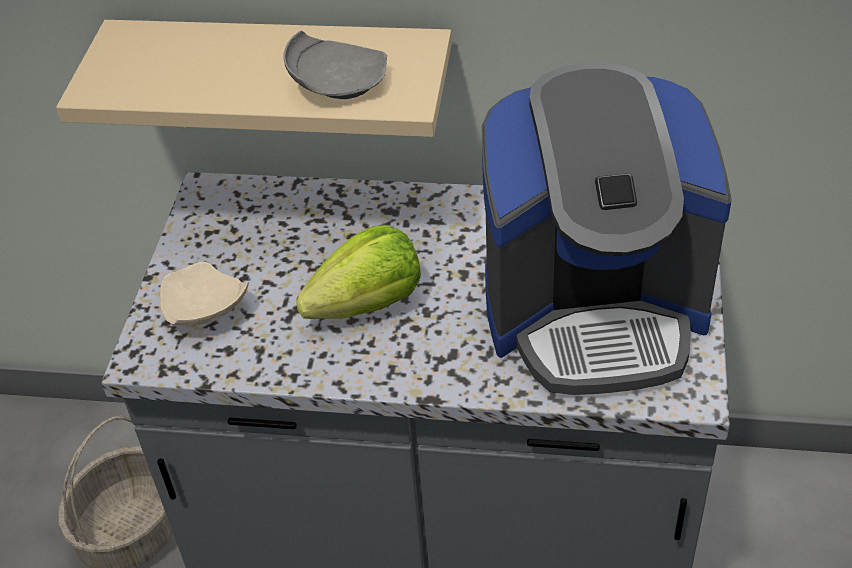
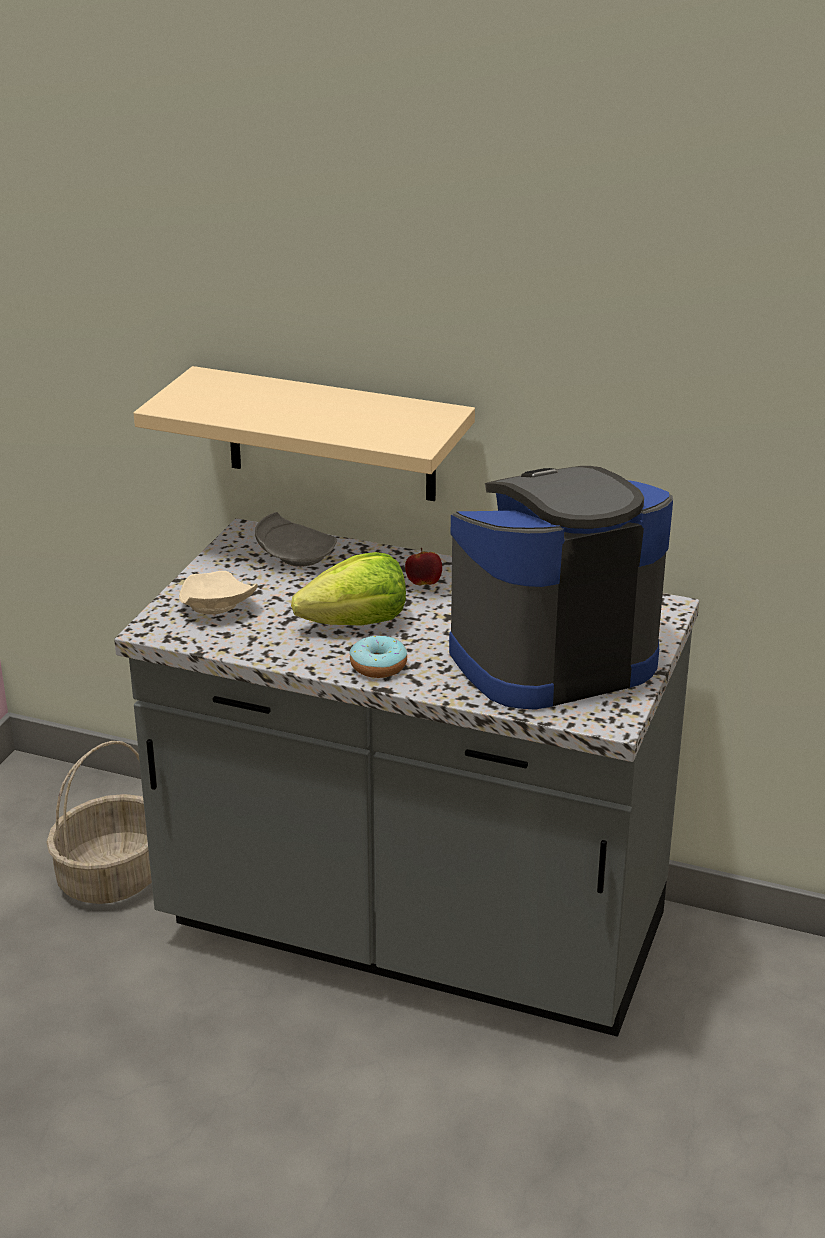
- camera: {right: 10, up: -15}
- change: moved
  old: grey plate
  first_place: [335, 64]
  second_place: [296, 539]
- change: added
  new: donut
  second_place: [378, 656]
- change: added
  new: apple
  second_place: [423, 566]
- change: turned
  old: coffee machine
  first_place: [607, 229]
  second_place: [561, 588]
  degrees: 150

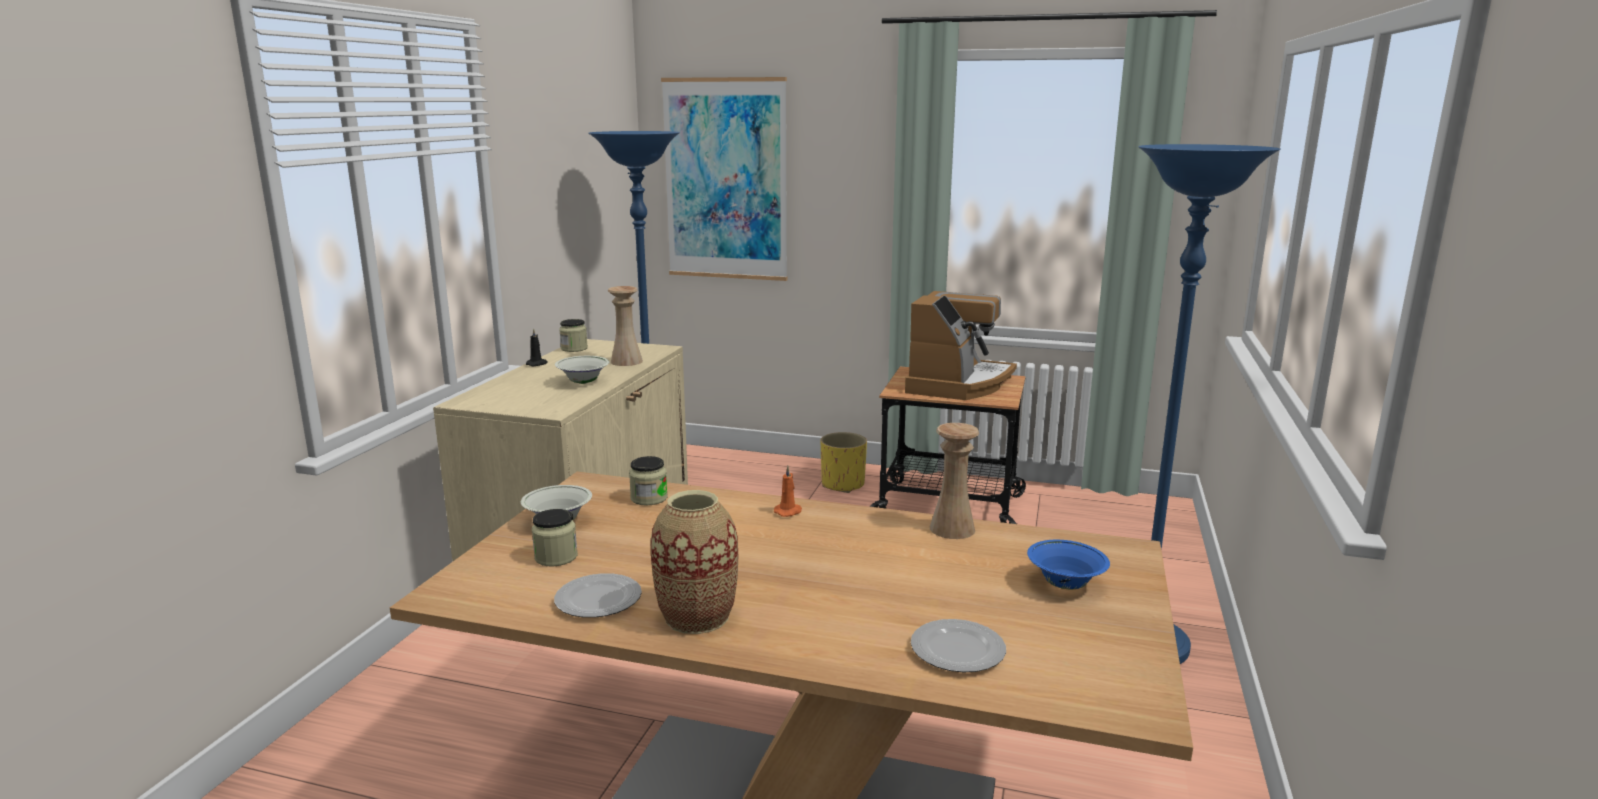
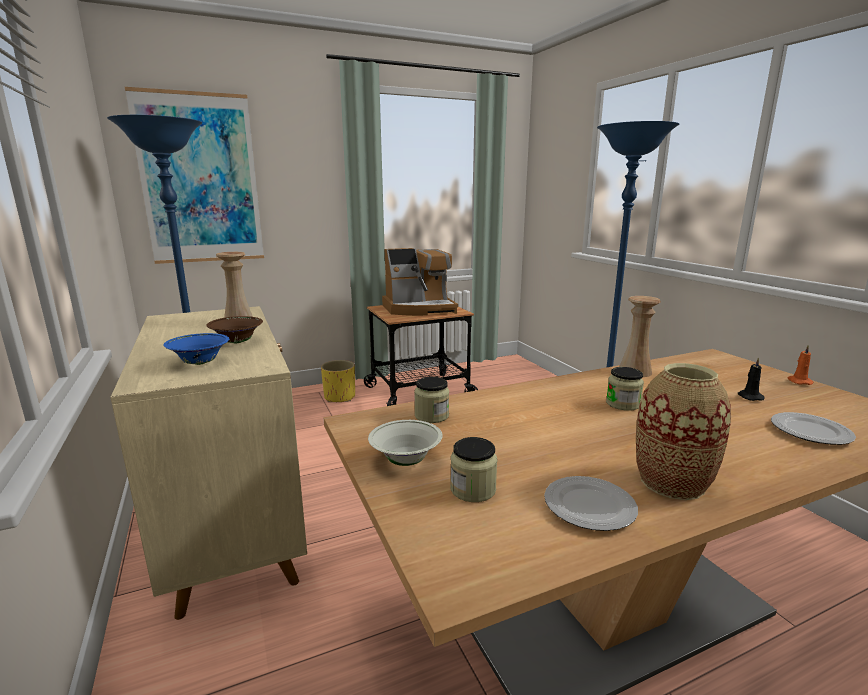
- camera: {right: -40, up: 0}
- change: moved
  old: blue bowl
  first_place: [1068, 564]
  second_place: [196, 349]
- change: recoloured
  old: white bowl
  new: brown bowl
  first_place: [582, 370]
  second_place: [234, 329]
- change: turned
  old: coffee machine
  first_place: [961, 345]
  second_place: [420, 282]
  degrees: 90
- change: moved
  old: jar
  first_place: [573, 335]
  second_place: [625, 389]
- change: moved
  old: black candle
  first_place: [537, 347]
  second_place: [751, 379]
- change: moved
  old: orange candle
  first_place: [788, 491]
  second_place: [800, 365]

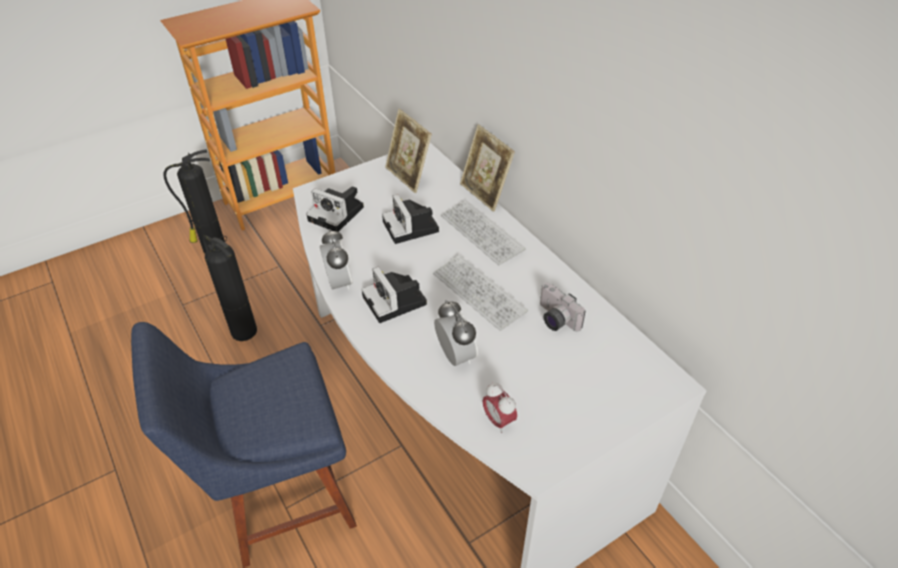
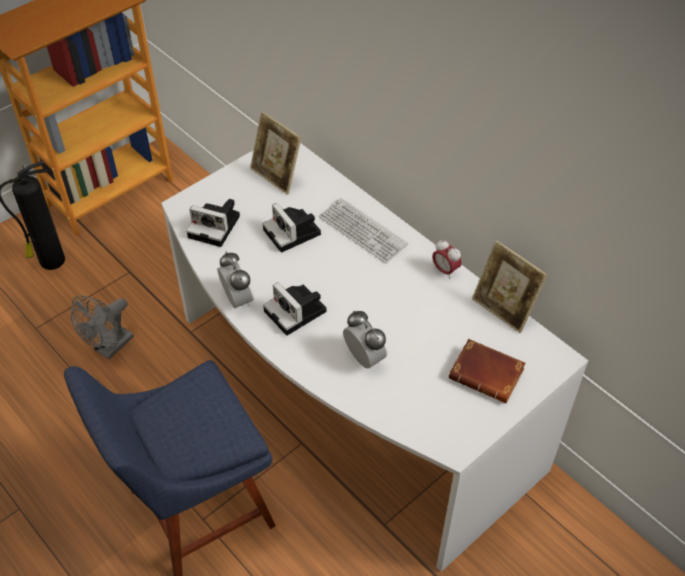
- camera: {right: -10, up: 5}
- change: replaced
  old: fire extinguisher
  new: grey fan
  first_place: [230, 288]
  second_place: [102, 327]
- change: moved
  old: alarm clock
  first_place: [500, 408]
  second_place: [447, 259]
- change: added
  new: brown book
  second_place: [487, 371]
- change: moved
  old: picture frame
  first_place: [487, 168]
  second_place: [510, 286]
- change: removed
  old: keyboard
  first_place: [480, 293]
- change: removed
  old: photo camera
  first_place: [562, 306]

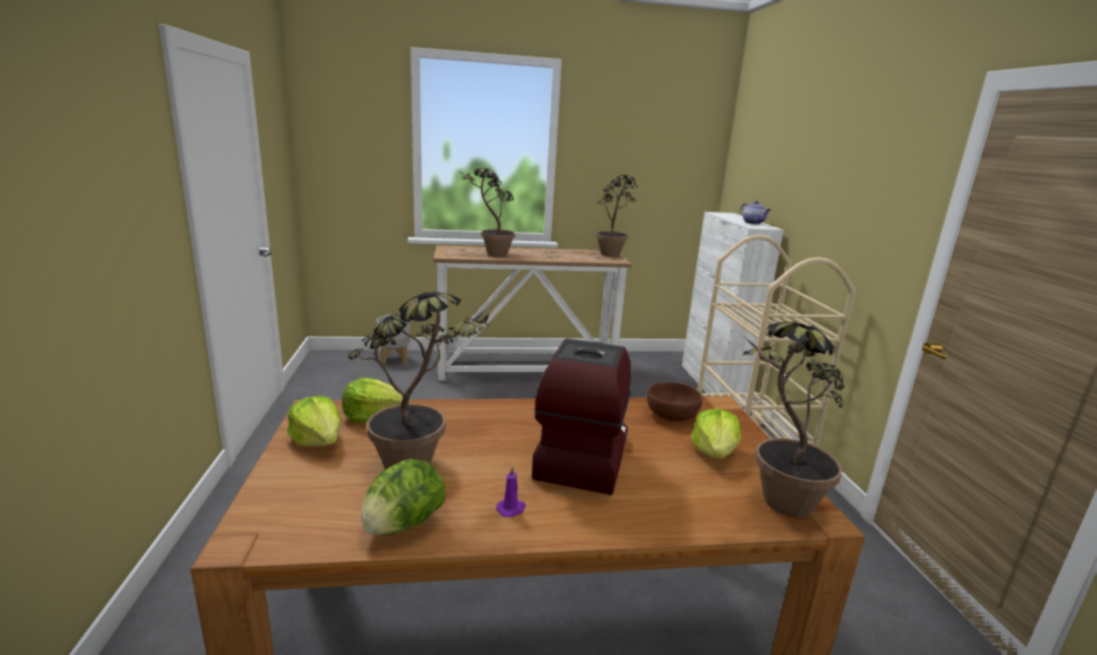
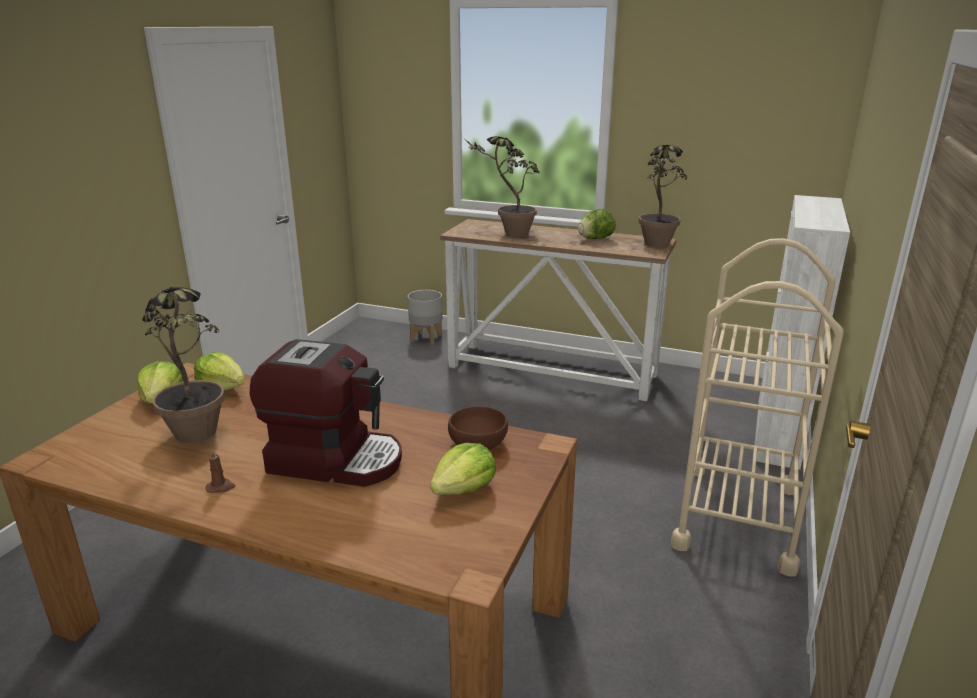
- camera: {right: 30, up: 5}
- change: recoloured
  old: purple candle
  new: brown candle
  first_place: [511, 491]
  second_place: [220, 471]
- change: turned
  old: coffee machine
  first_place: [581, 417]
  second_place: [326, 413]
  degrees: 60
- change: moved
  old: lettuce
  first_place: [403, 497]
  second_place: [597, 224]
- change: removed
  old: teapot
  first_place: [755, 212]
- change: removed
  old: potted plant
  first_place: [792, 420]

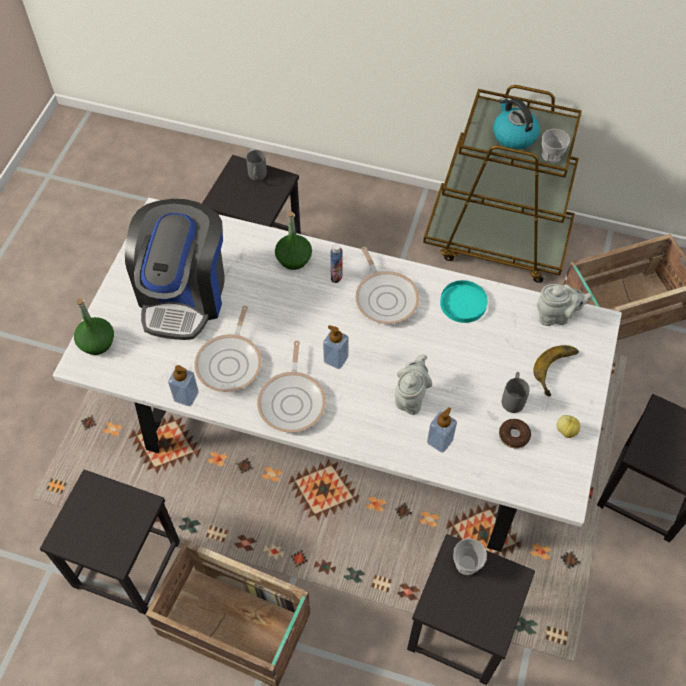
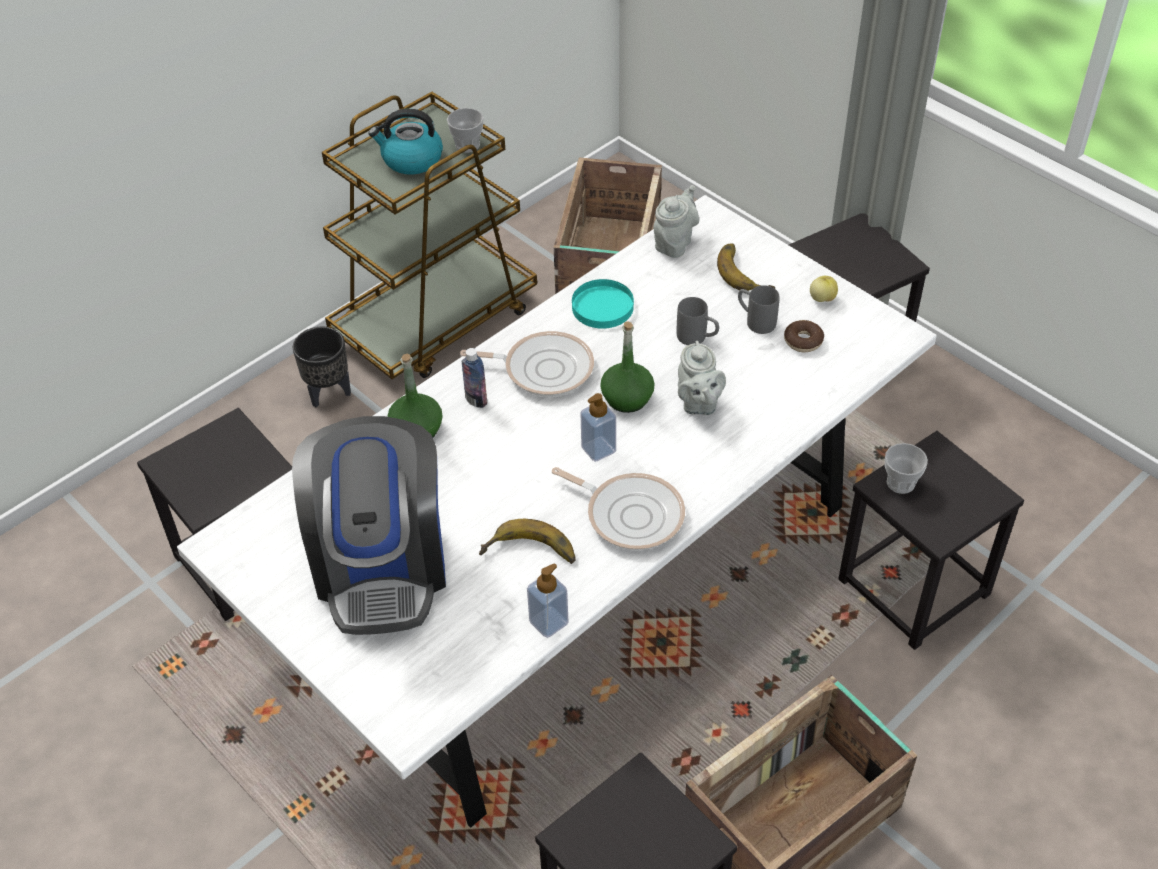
- camera: {right: -60, up: -10}
- change: turned
  old: coffee machine
  first_place: [174, 269]
  second_place: [369, 525]
  degrees: 45
- change: added
  new: black planter
  second_place: [322, 367]
- change: replaced
  old: frying pan
  new: banana
  first_place: [228, 349]
  second_place: [527, 541]
- change: moved
  old: green bottle
  first_place: [94, 326]
  second_place: [627, 367]
- change: moved
  old: grey mug
  first_place: [256, 165]
  second_place: [698, 321]
- change: turned
  old: grey teapot
  first_place: [413, 385]
  second_place: [702, 378]
  degrees: -150
- change: removed
  old: soap dispenser
  first_place: [442, 430]

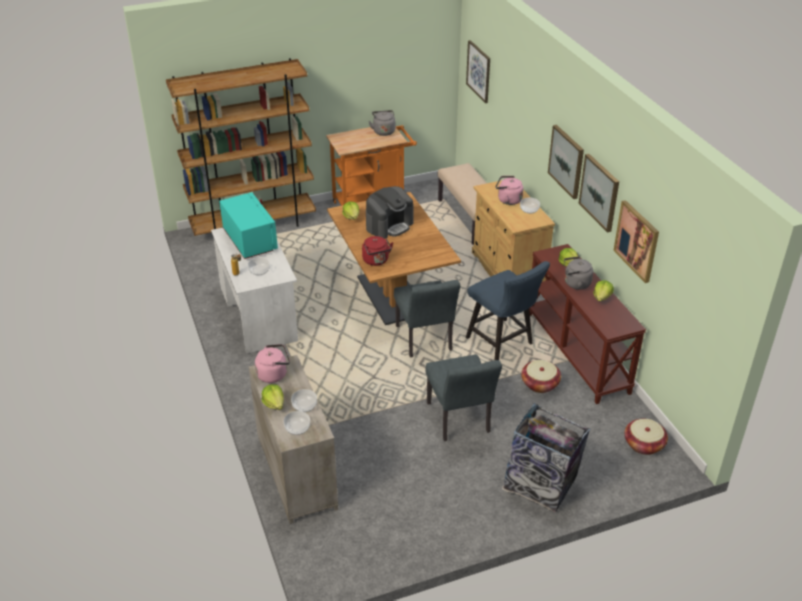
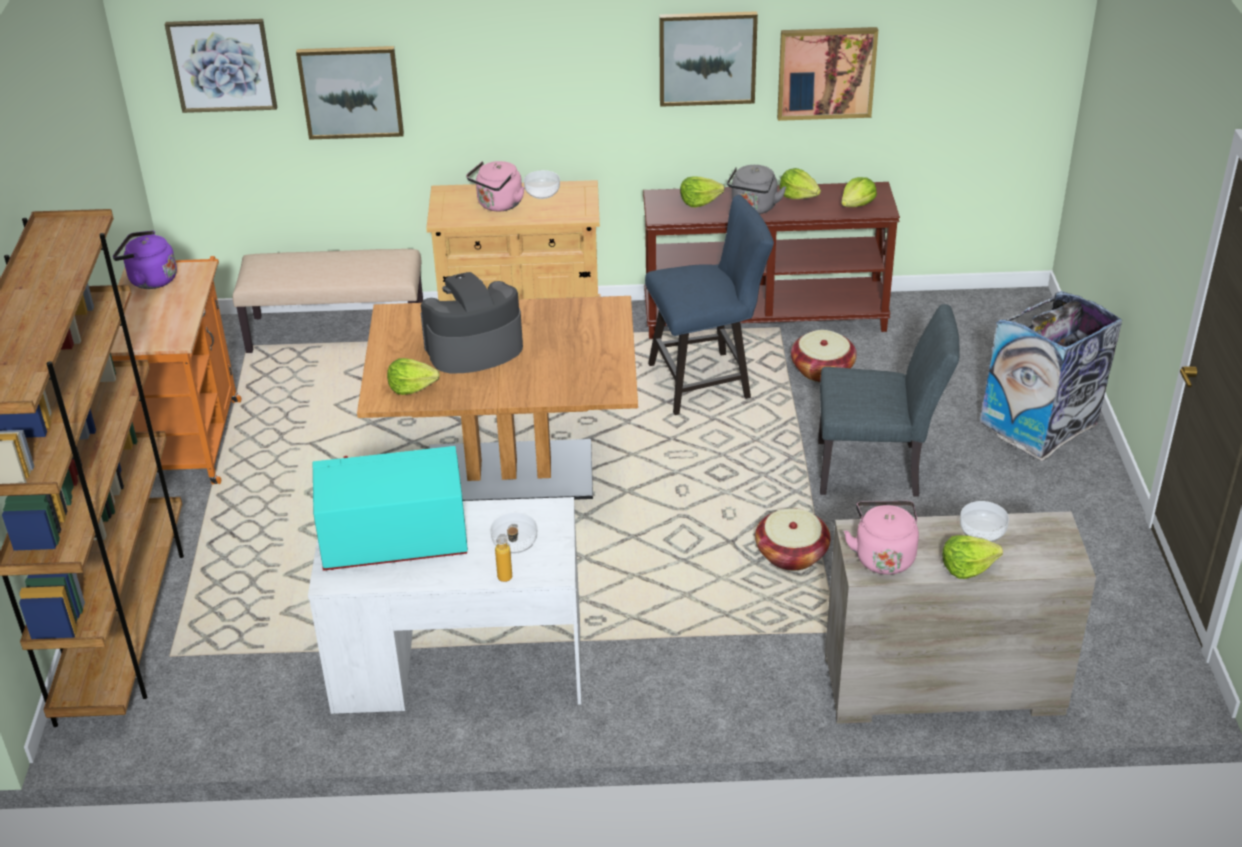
- camera: {right: -70, up: 0}
- change: recoloured
  old: grey kettle
  new: purple kettle
  first_place: [382, 123]
  second_place: [145, 259]
- change: moved
  old: picture
  first_place: [566, 162]
  second_place: [350, 93]
- change: turned
  old: coffee machine
  first_place: [390, 212]
  second_place: [472, 323]
  degrees: -90
- change: moved
  old: basket
  first_place: [646, 437]
  second_place: [792, 539]
- change: added
  new: lettuce
  second_place: [859, 192]
- change: removed
  old: bowl
  first_place: [297, 423]
- change: removed
  old: red kettle
  first_place: [377, 251]
- change: removed
  old: grey chair
  first_place: [427, 318]

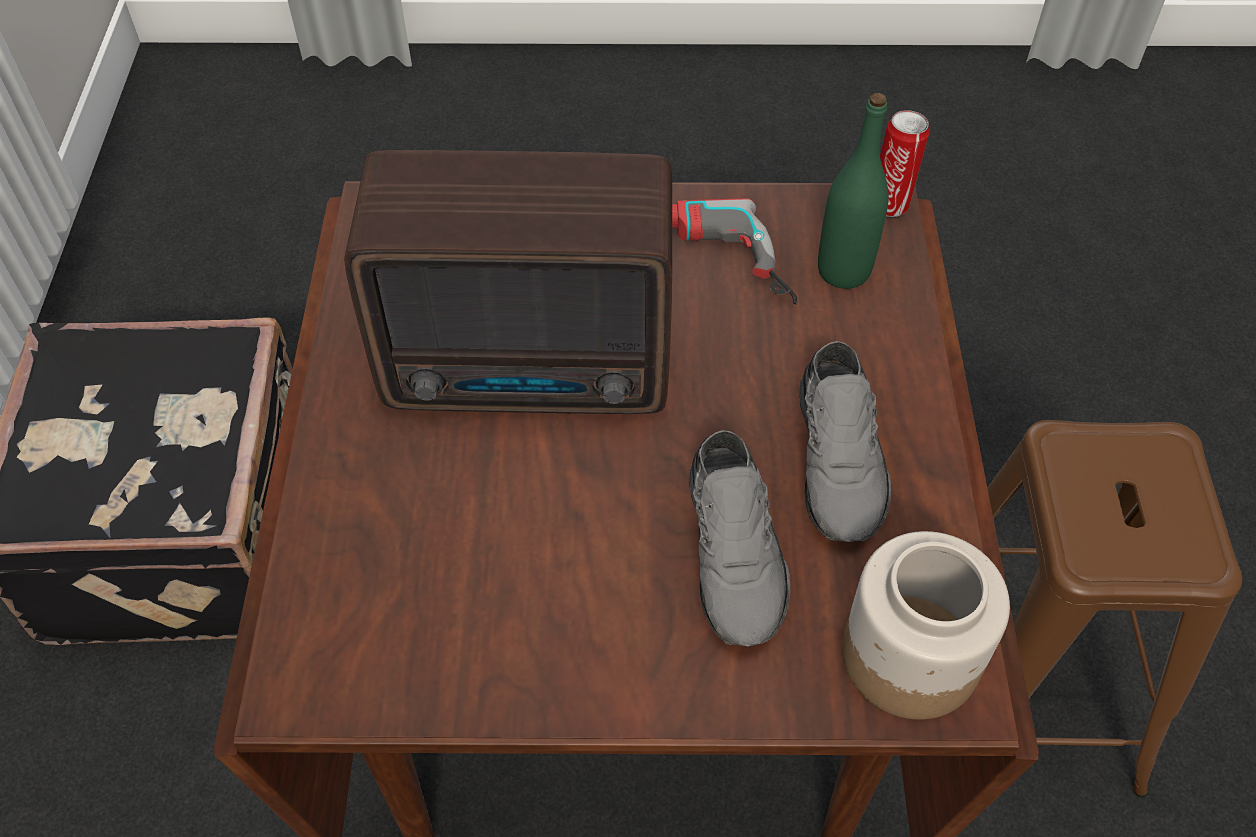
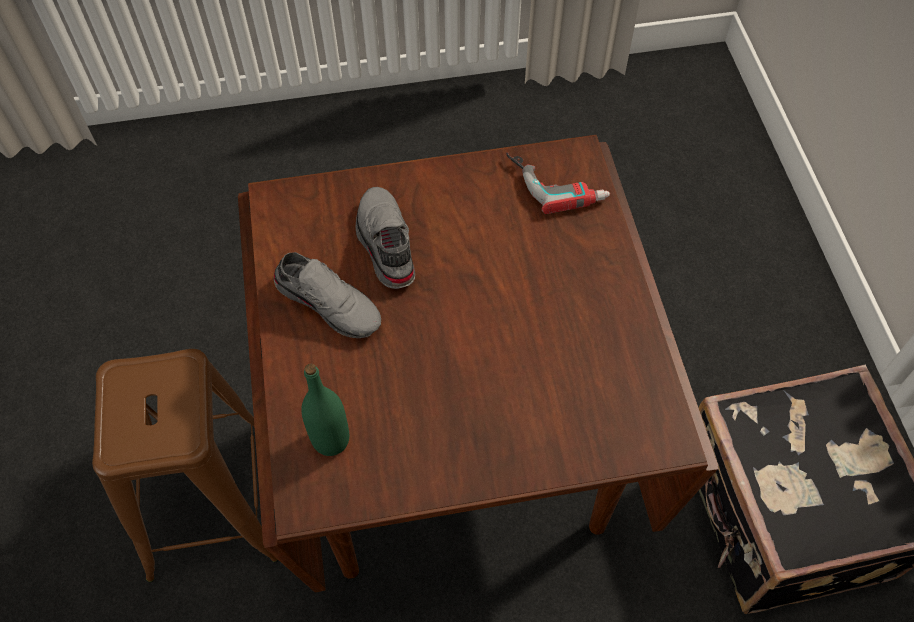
- camera: {right: 170, up: 5}
- change: turned
  old: grey shoe
  first_place: [845, 441]
  second_place: [327, 295]
  degrees: 135
- change: moved
  old: power drill
  first_place: [734, 251]
  second_place: [558, 183]
- change: removed
  old: radio
  first_place: [508, 282]
- change: removed
  old: jar
  first_place: [926, 625]
- change: removed
  old: can
  first_place: [904, 163]

